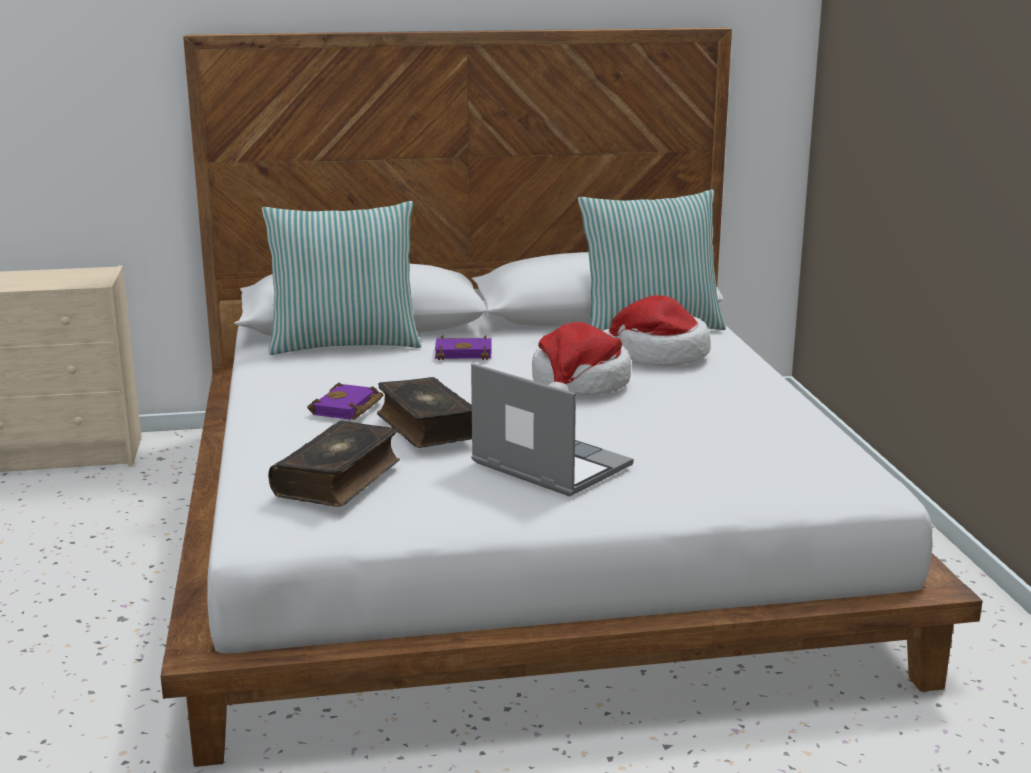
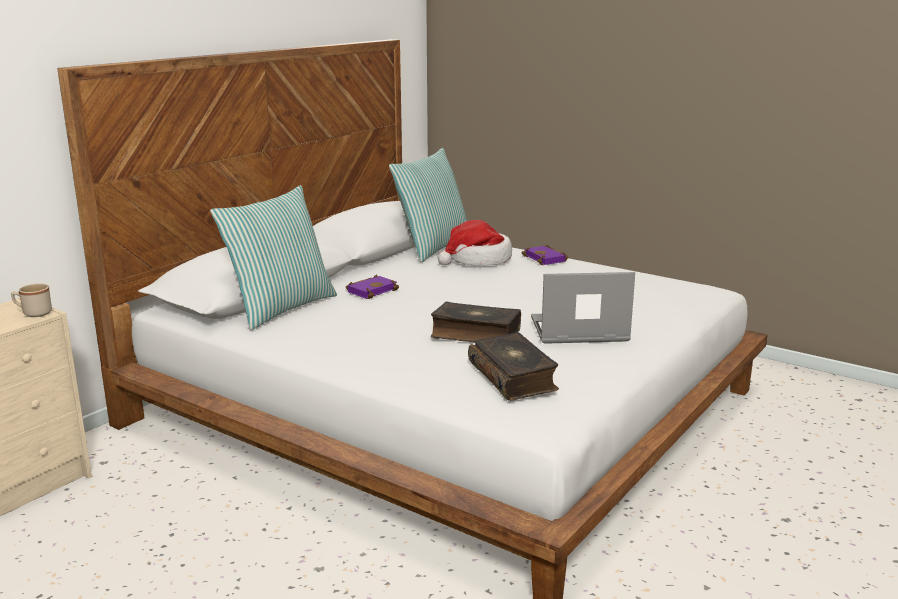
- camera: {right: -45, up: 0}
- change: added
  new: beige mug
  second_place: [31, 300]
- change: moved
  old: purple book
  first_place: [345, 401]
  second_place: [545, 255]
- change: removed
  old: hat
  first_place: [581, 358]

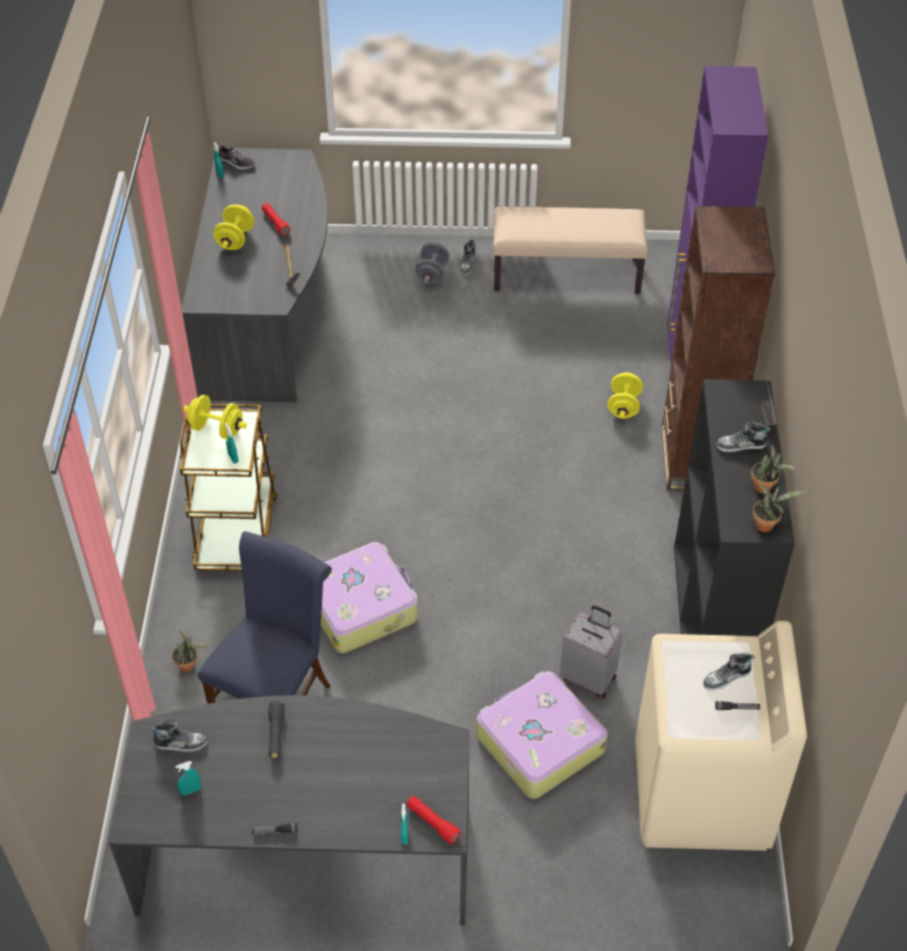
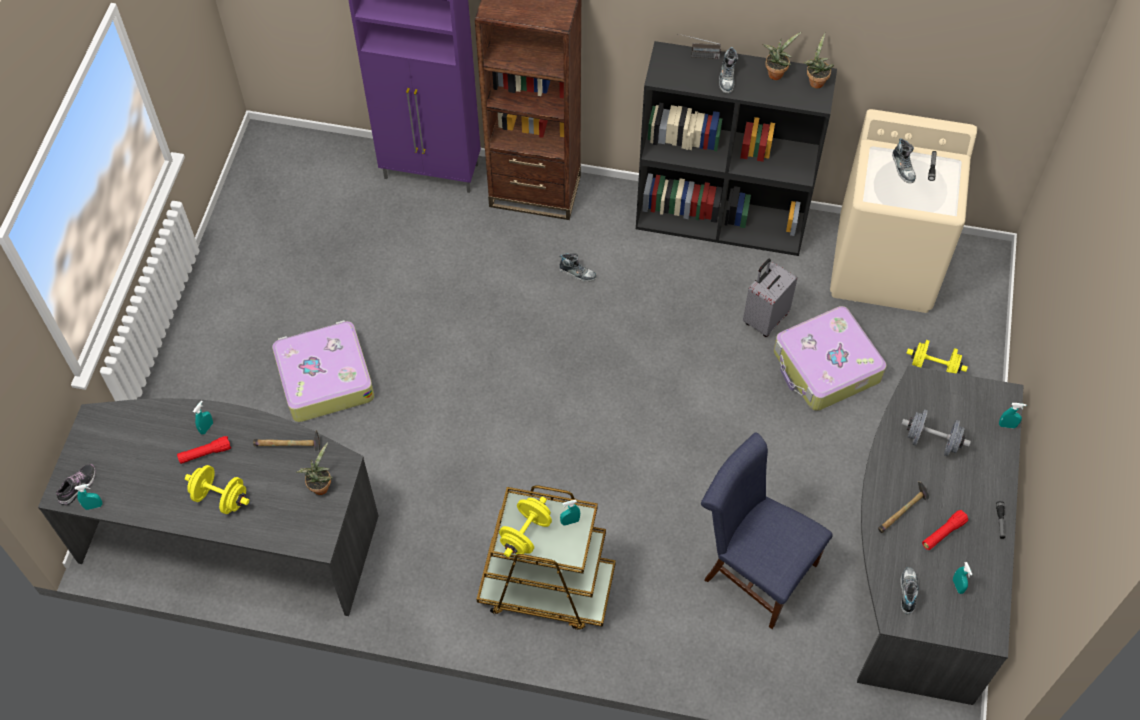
- camera: {right: -80, up: 10}
- change: added
  new: turquoise spray bottle
  second_place: [203, 417]
- change: moved
  old: suitcase
  first_place: [369, 597]
  second_place: [323, 371]
- change: moved
  old: potted plant
  first_place: [190, 651]
  second_place: [314, 468]
- change: moved
  old: shoe
  first_place: [467, 257]
  second_place: [577, 267]
- change: replaced
  old: black flashlight
  new: hammer
  first_place: [276, 730]
  second_place: [904, 507]
- change: moved
  old: grey dumbbell
  first_place: [432, 263]
  second_place: [936, 432]
- change: moved
  old: yellow dumbbell
  first_place: [625, 395]
  second_place: [937, 357]
- change: moved
  old: red flashlight
  first_place: [433, 820]
  second_place: [945, 530]
- change: removed
  old: beige bench
  first_place: [570, 250]

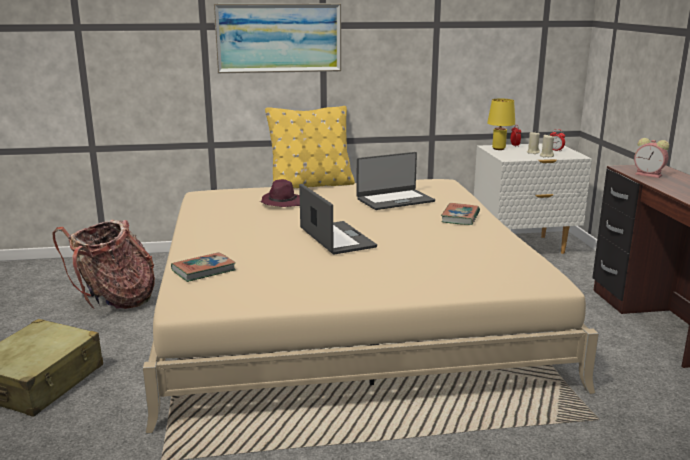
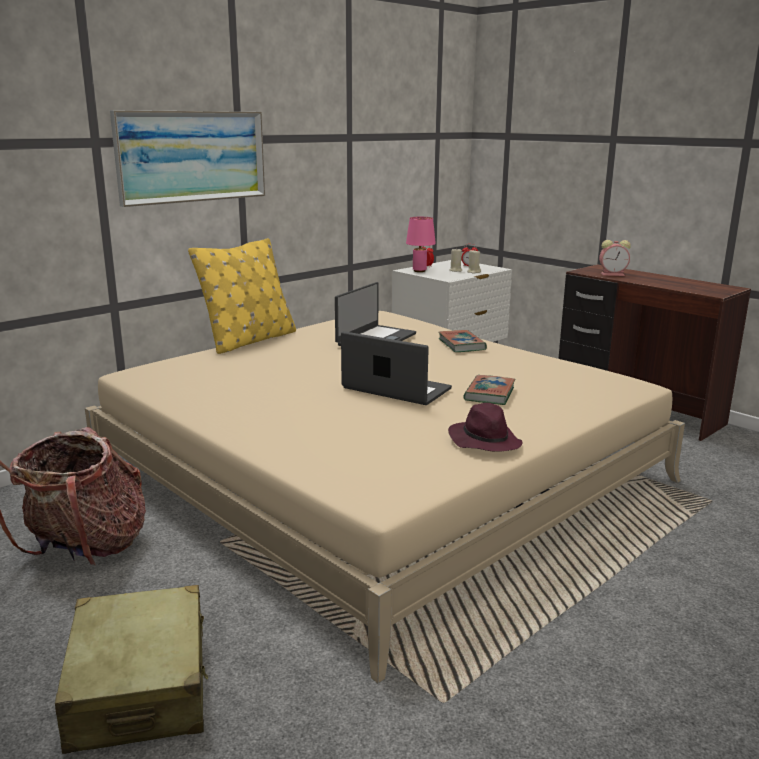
- camera: {right: -35, up: 0}
- change: recoloured
  old: yellow table lamp
  new: pink table lamp
  first_place: [501, 124]
  second_place: [421, 244]
- change: moved
  old: purple hat
  first_place: [280, 193]
  second_place: [485, 427]
- change: moved
  old: book
  first_place: [203, 267]
  second_place: [490, 390]

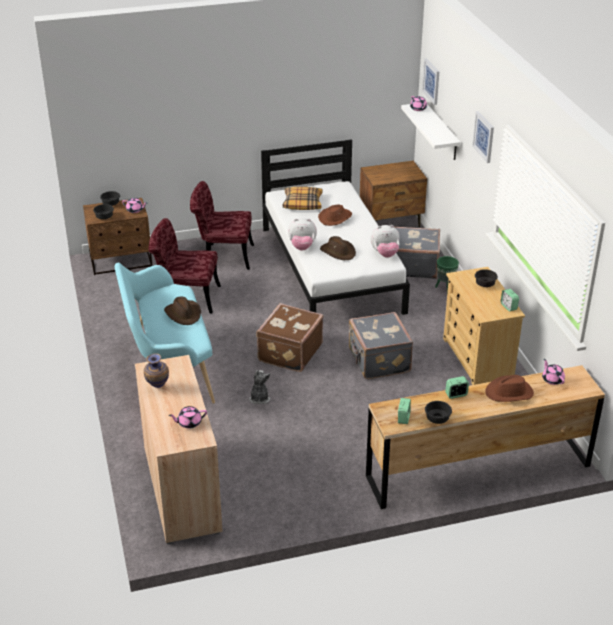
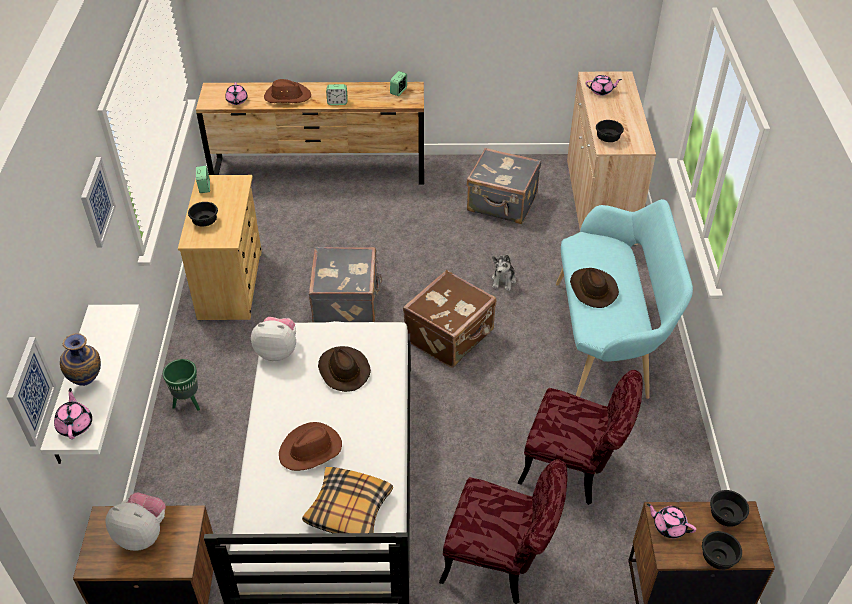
- camera: {right: -165, up: 10}
- change: moved
  old: vase
  first_place: [156, 370]
  second_place: [80, 359]
- change: moved
  old: plush toy
  first_place: [302, 234]
  second_place: [135, 522]
- change: moved
  old: grey suitcase
  first_place: [417, 252]
  second_place: [503, 186]
- change: moved
  old: black bowl
  first_place: [438, 412]
  second_place: [610, 131]

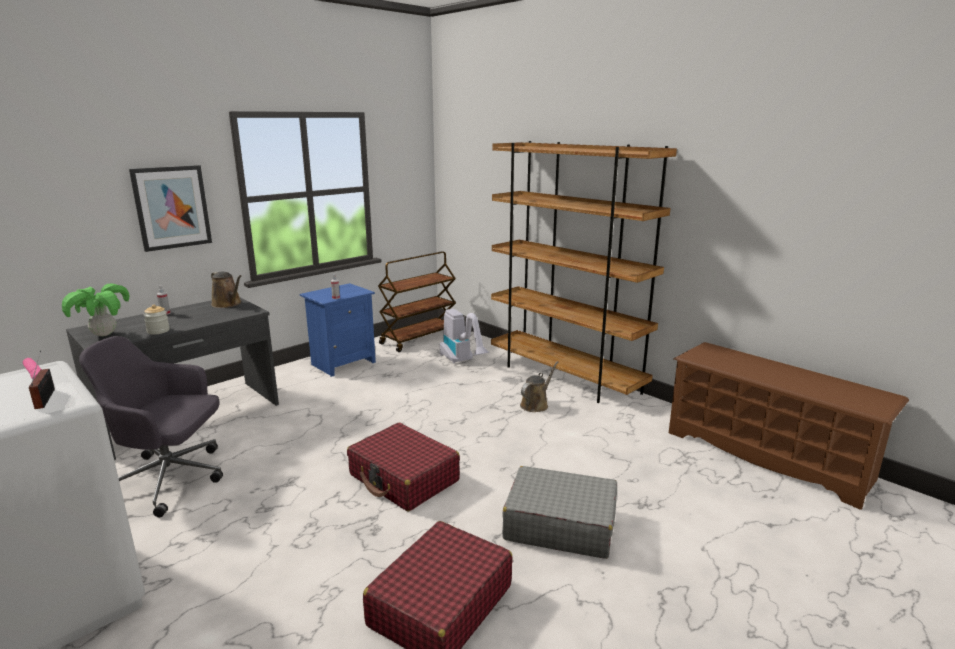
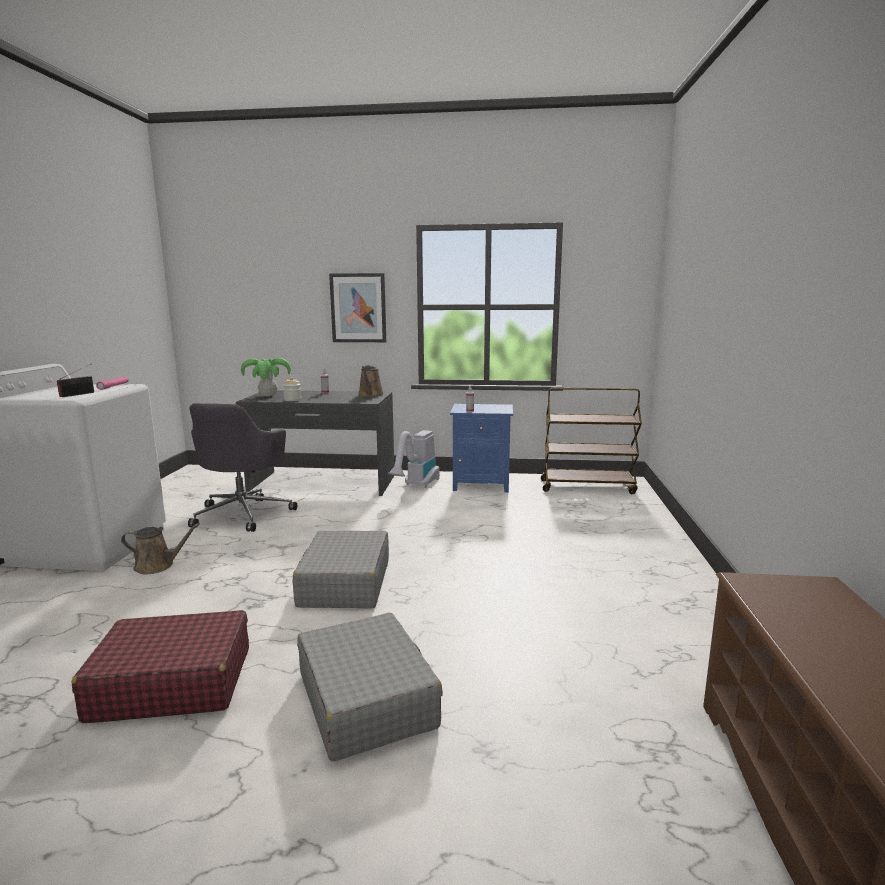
- camera: {right: 50, up: -5}
- change: moved
  old: brown watering can
  first_place: [539, 386]
  second_place: [160, 549]
- change: turned
  old: grey office chair
  first_place: [151, 427]
  second_place: [242, 467]
  degrees: -135
- change: recoloured
  old: red suitcase
  new: grey suitcase
  first_place: [403, 467]
  second_place: [341, 569]
- change: moved
  old: vacuum cleaner
  first_place: [464, 336]
  second_place: [414, 458]
- change: removed
  old: brown bookcase
  first_place: [584, 272]

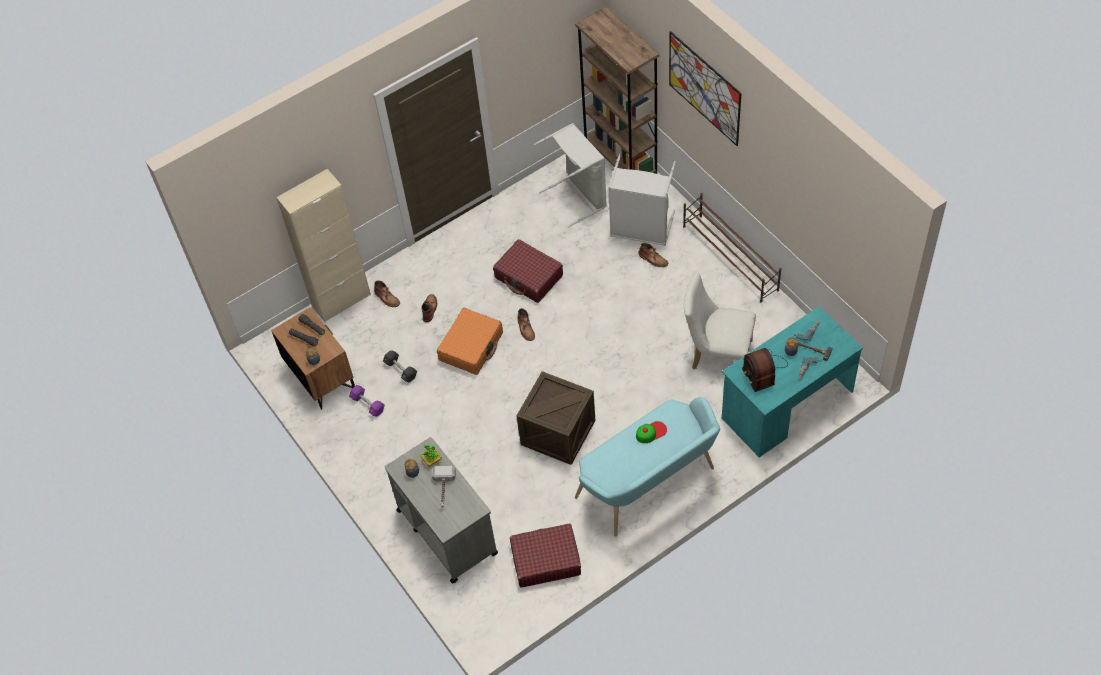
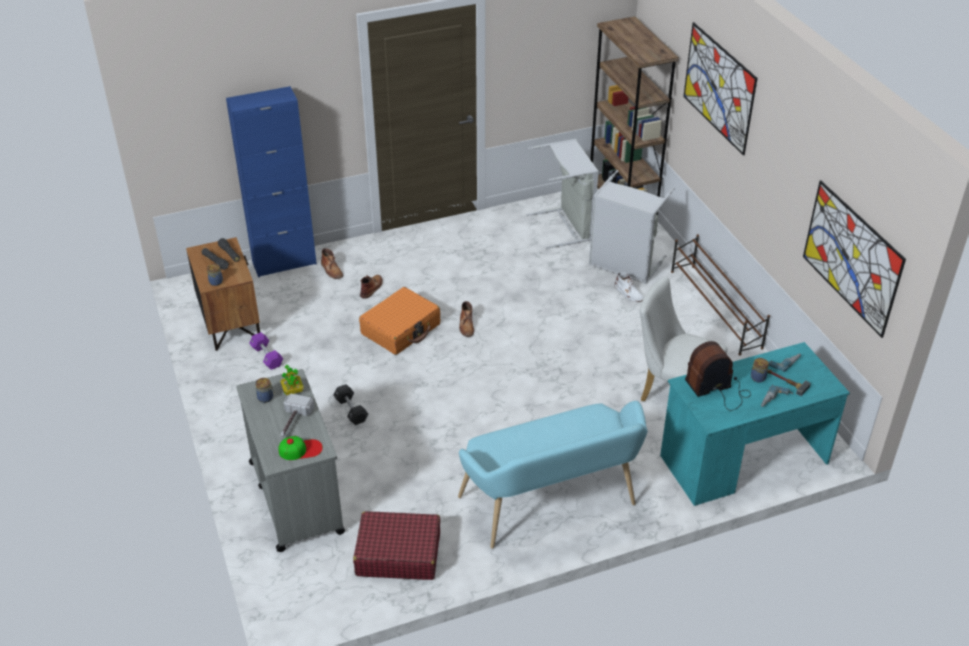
- camera: {right: 10, up: -15}
- change: recoloured
  old: beige cabinet
  new: blue cabinet
  first_place: [323, 245]
  second_place: [271, 181]
- change: moved
  old: cap
  first_place: [651, 432]
  second_place: [300, 448]
- change: moved
  old: black dumbbell
  first_place: [400, 366]
  second_place: [350, 404]
- change: recoloured
  old: brown boot
  new: white boot
  first_place: [653, 255]
  second_place: [629, 287]
- change: turned
  old: radio
  first_place: [765, 370]
  second_place: [718, 376]
  degrees: 75
- change: added
  new: picture
  second_place: [854, 259]
- change: removed
  old: red suitcase
  first_place: [528, 271]
- change: removed
  old: crate
  first_place: [556, 418]

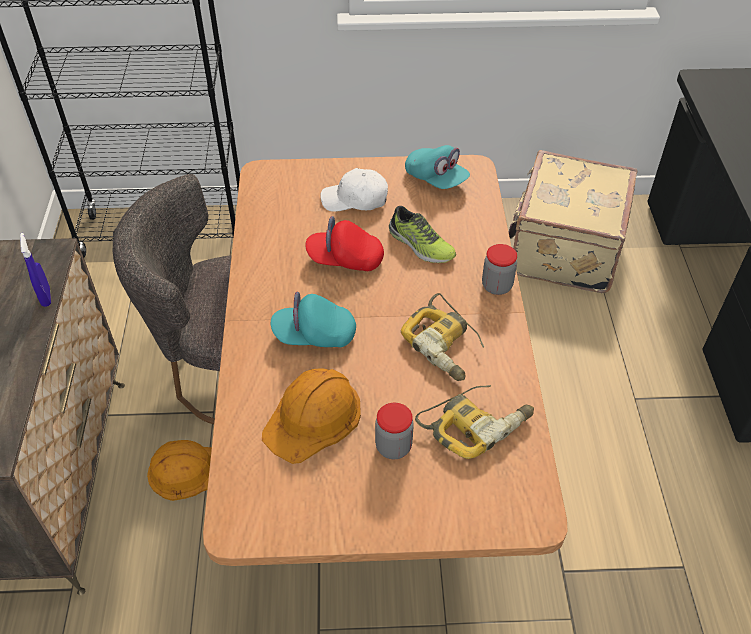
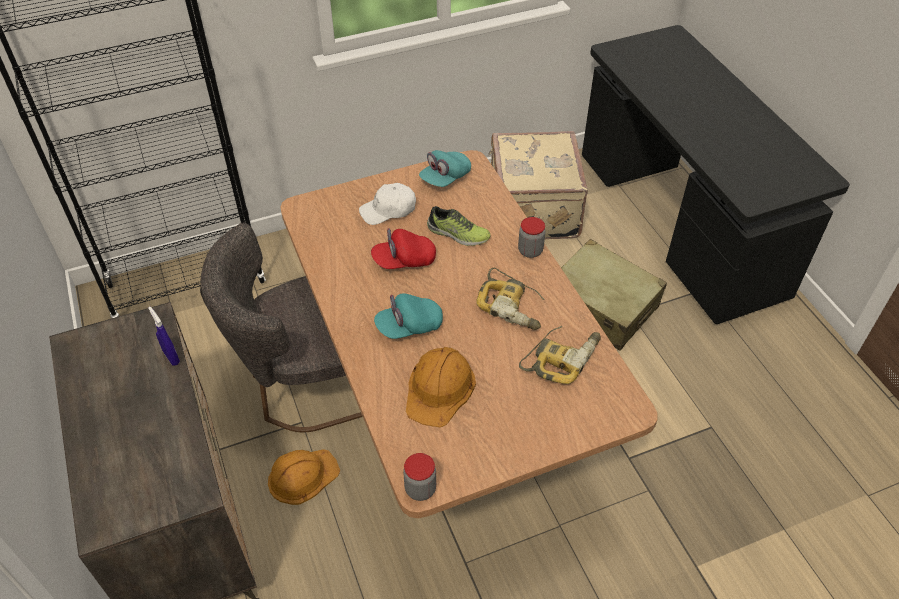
- camera: {right: -20, up: 0}
- change: moved
  old: jar
  first_place: [394, 431]
  second_place: [419, 477]
- change: turned
  old: turquoise cap
  first_place: [437, 167]
  second_place: [445, 168]
  degrees: 105
- change: added
  new: beige suitcase
  second_place: [614, 295]

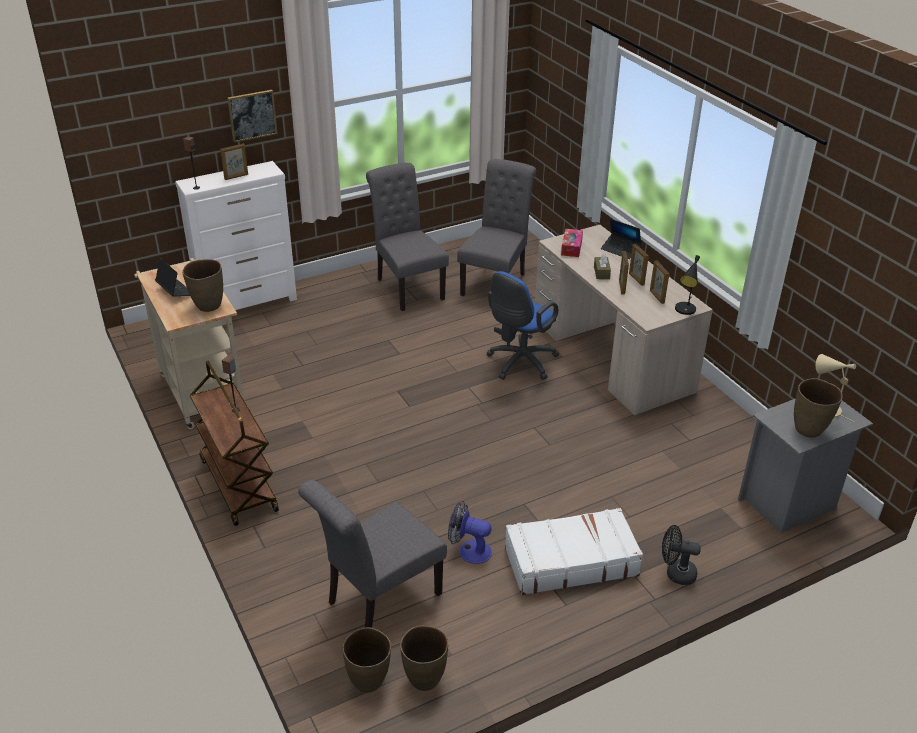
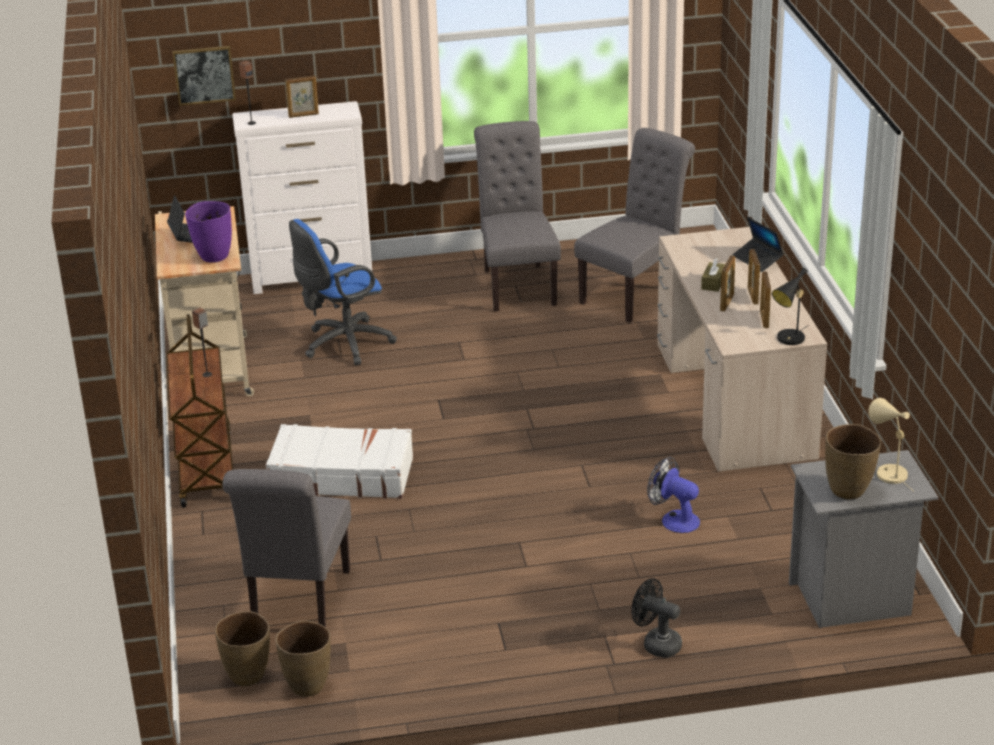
- camera: {right: 20, up: -5}
- change: moved
  old: picture
  first_place: [252, 116]
  second_place: [204, 76]
- change: recoloured
  old: brown vase
  new: purple vase
  first_place: [202, 285]
  second_place: [208, 232]
- change: turned
  old: grey chair
  first_place: [372, 554]
  second_place: [286, 548]
  degrees: -60
- change: moved
  old: white suitcase
  first_place: [574, 551]
  second_place: [339, 461]
- change: moved
  old: blue office chair
  first_place: [522, 325]
  second_place: [343, 292]
- change: moved
  old: fan
  first_place: [470, 532]
  second_place: [673, 495]
- change: removed
  old: tissue box
  first_place: [572, 242]

